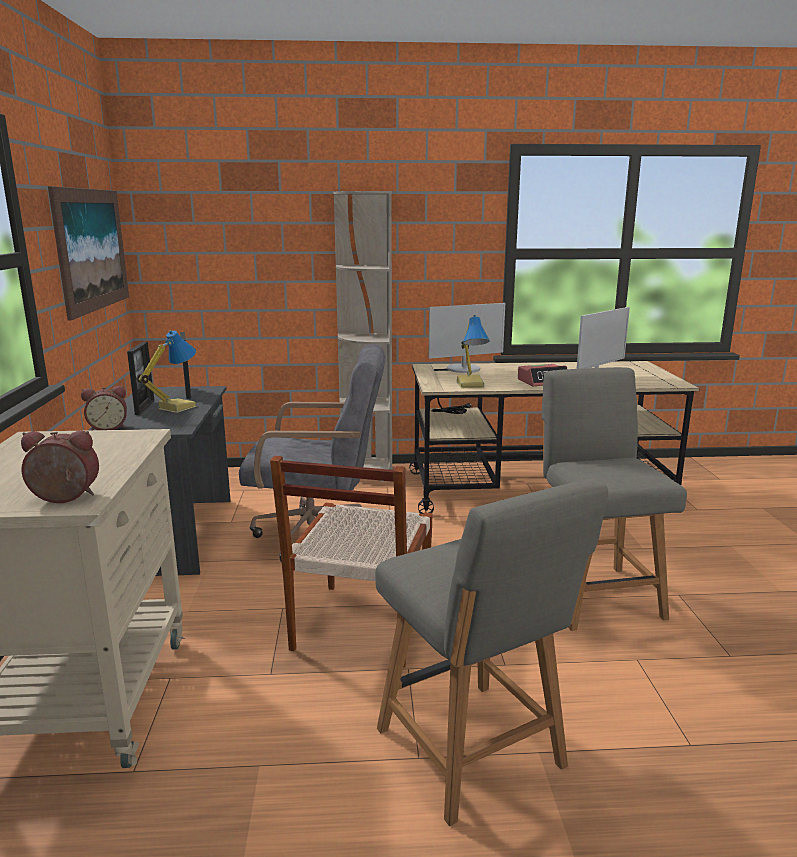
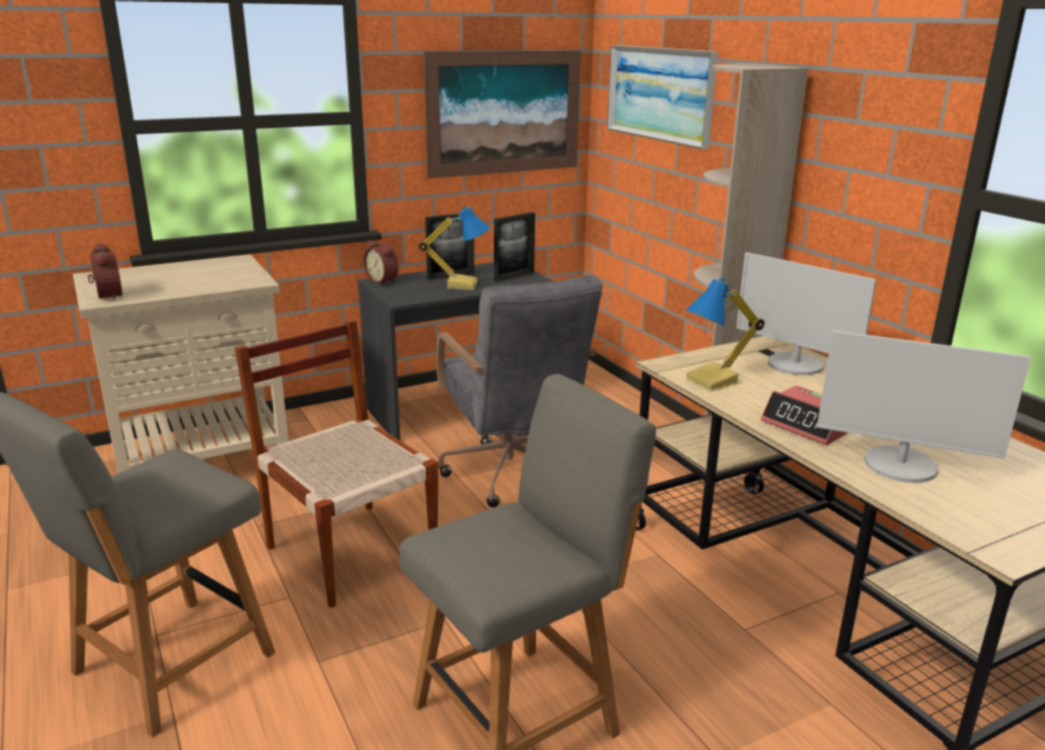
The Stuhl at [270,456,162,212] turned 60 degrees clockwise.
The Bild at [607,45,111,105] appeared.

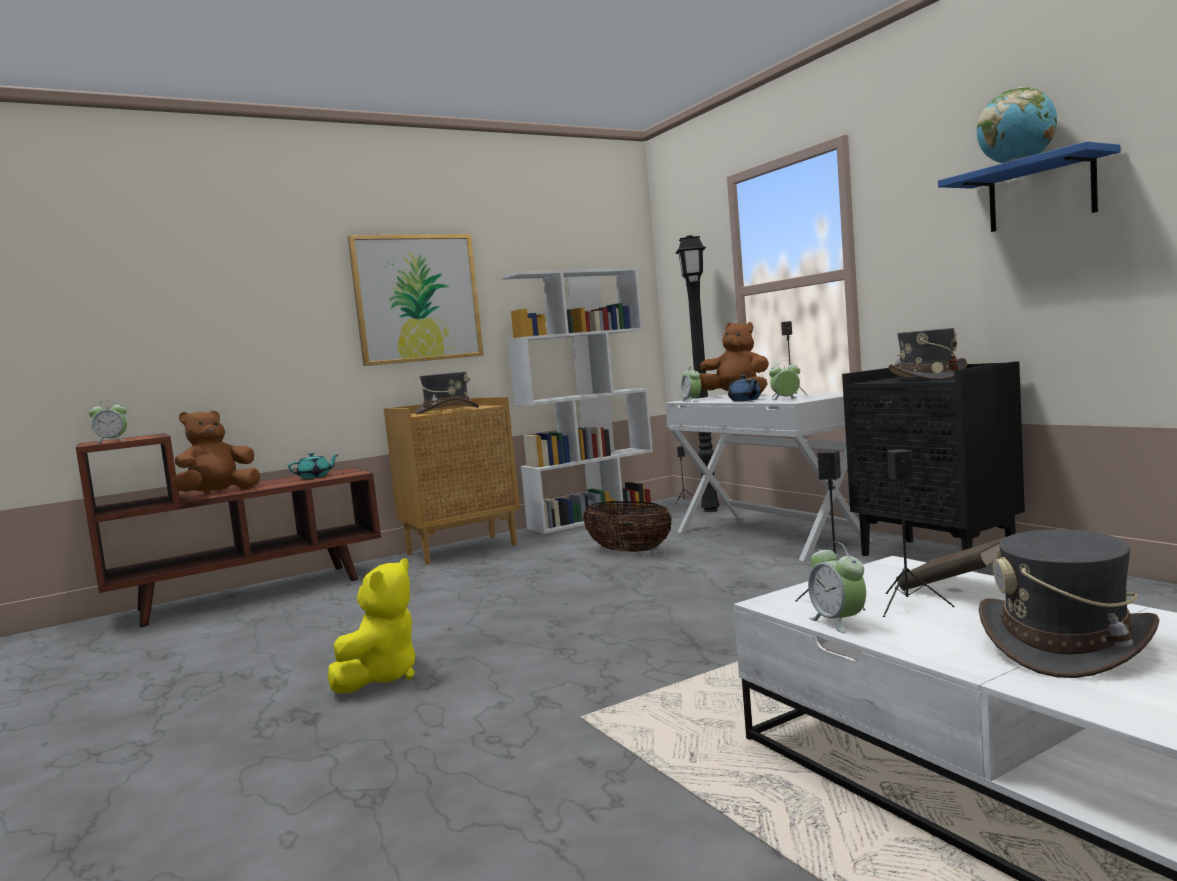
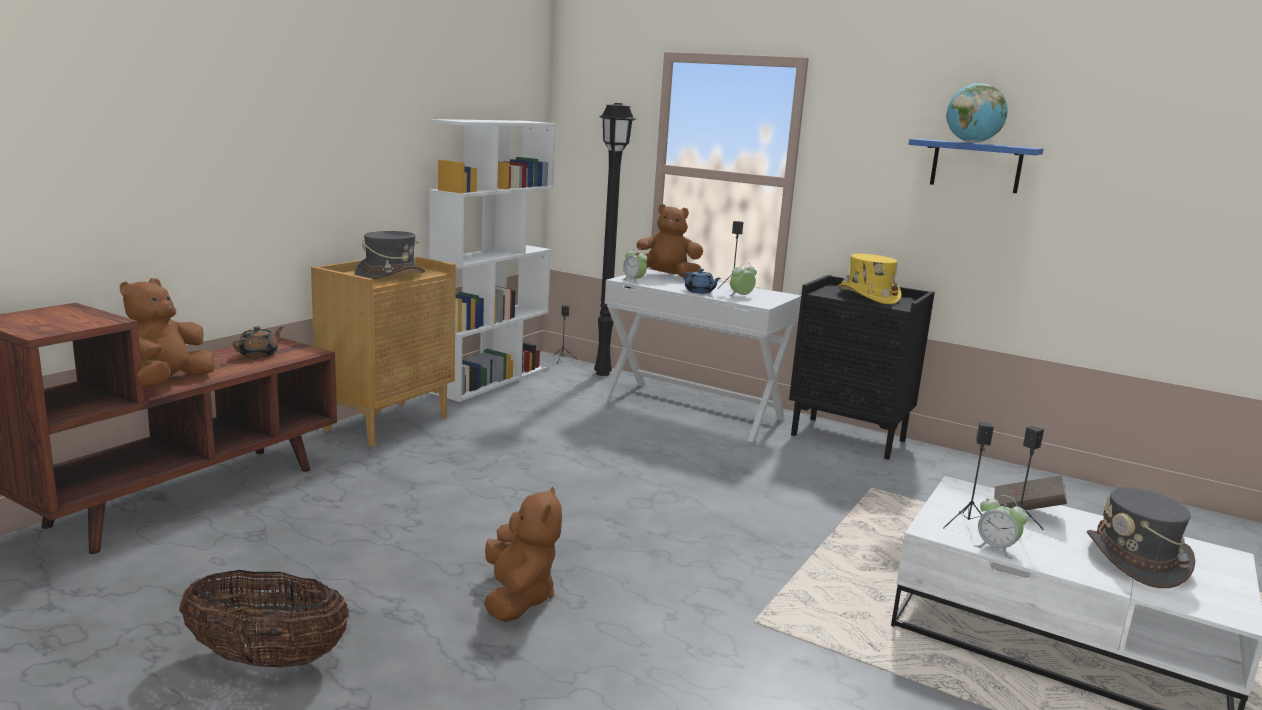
The Bild at [348,234,136,132] disappeared.
The Hut/grau at [889,328,78,52] became the Hut/gelb at [838,254,63,50].
The Wecker at [89,400,38,44] disappeared.
The Teekanne/türkis at [288,453,51,26] became the Teekanne/braun at [233,326,51,32].
The Korb moved from [583,501,89,51] to [179,570,170,98].
The Plüschtier/gelb at [328,558,87,135] became the Plüschtier/braun at [484,486,78,136].

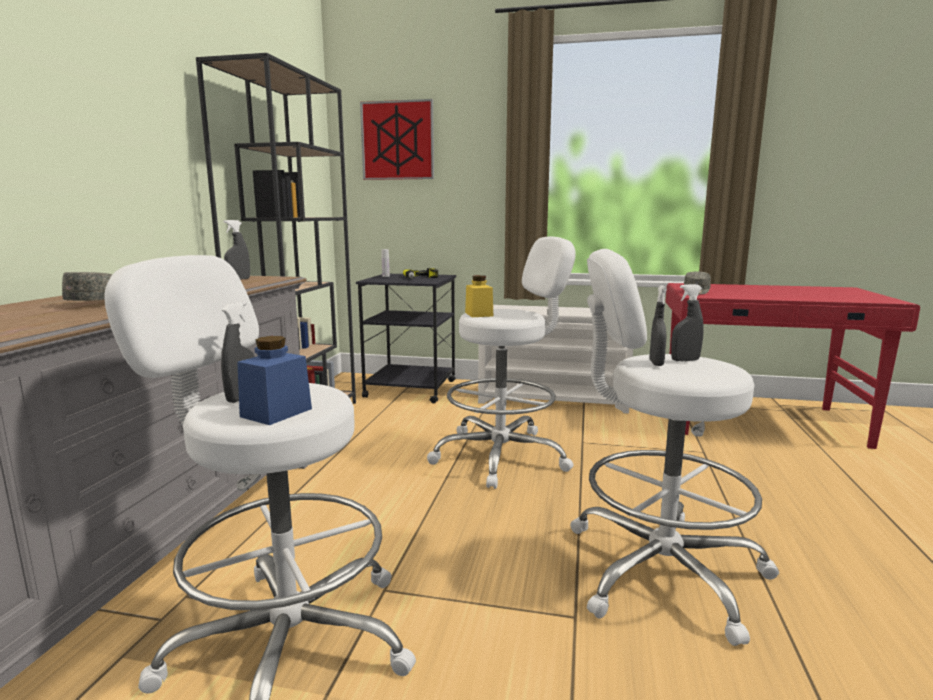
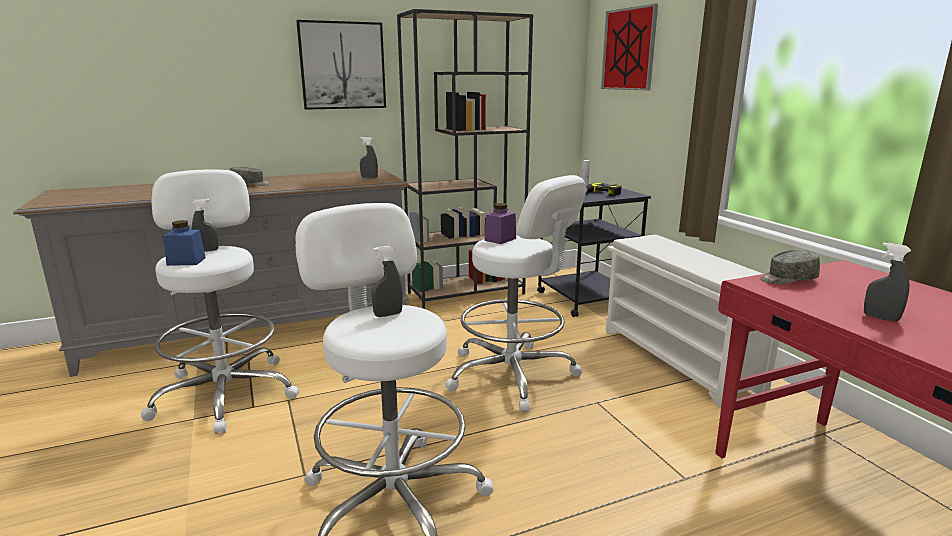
The Vorratsglas/gelb at [465,275,28,42] became the Vorratsglas/lila at [485,203,31,41].
The Sprühflasche/grau moved from [671,284,33,77] to [864,243,47,79].
The Bild at [296,20,90,90] appeared.

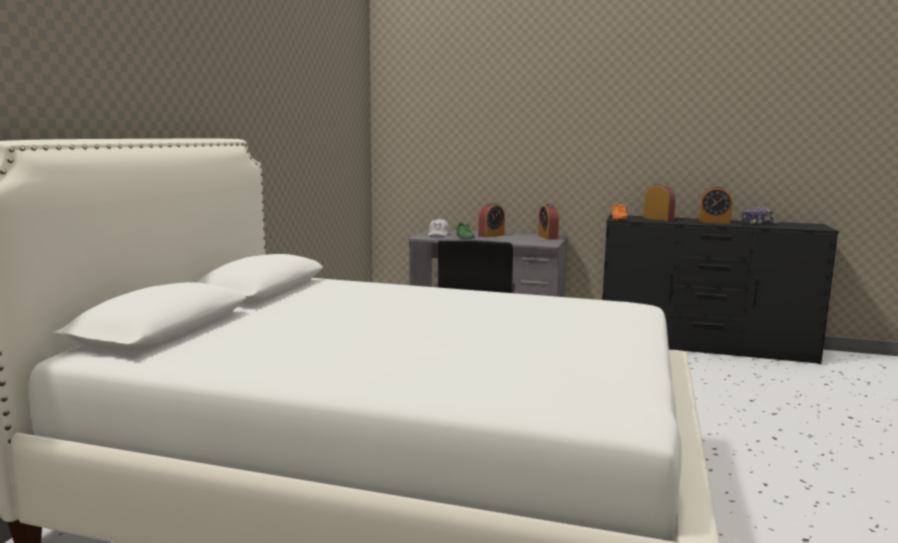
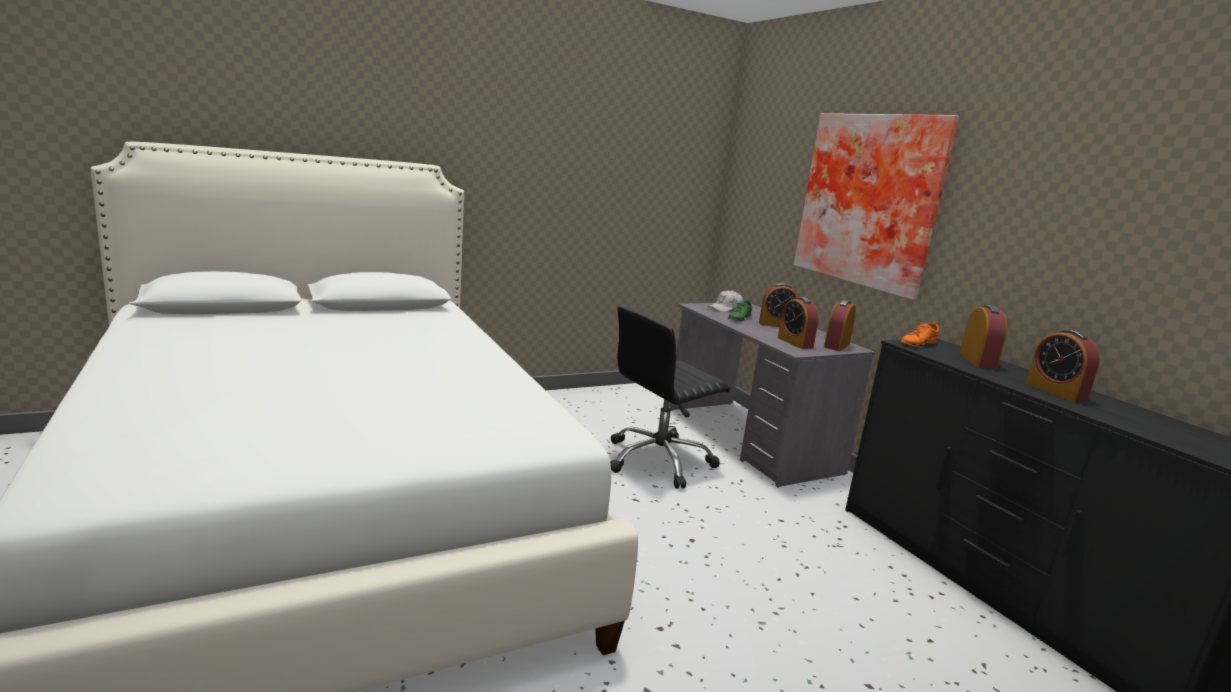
The Kappe at [741,207,39,19] disappeared.
The Bild at [794,113,165,187] appeared.
The Wecker at [778,297,41,52] appeared.

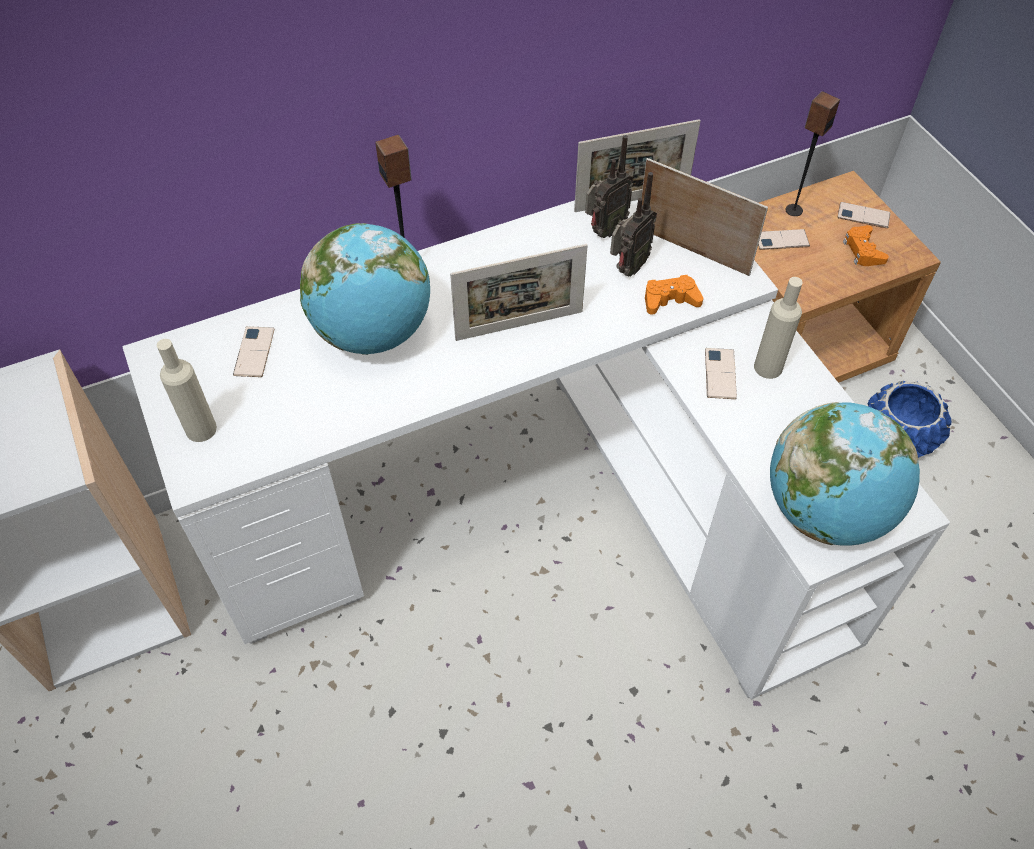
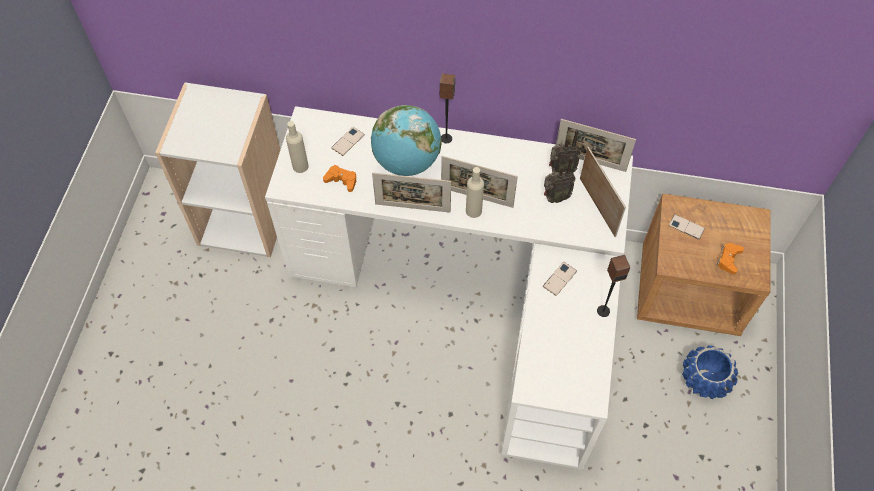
The Lautsprecher moved from [785,91,55,125] to [597,255,33,62].
The Handy at [837,202,53,26] disappeared.
The Gamepad/orange moved from [645,275,58,40] to [323,165,33,27].
The Flasche/beige moved from [754,277,49,102] to [466,167,18,51].
The Globus at [770,402,150,144] disappeared.
The Bilderrahmen at [372,173,79,40] appeared.

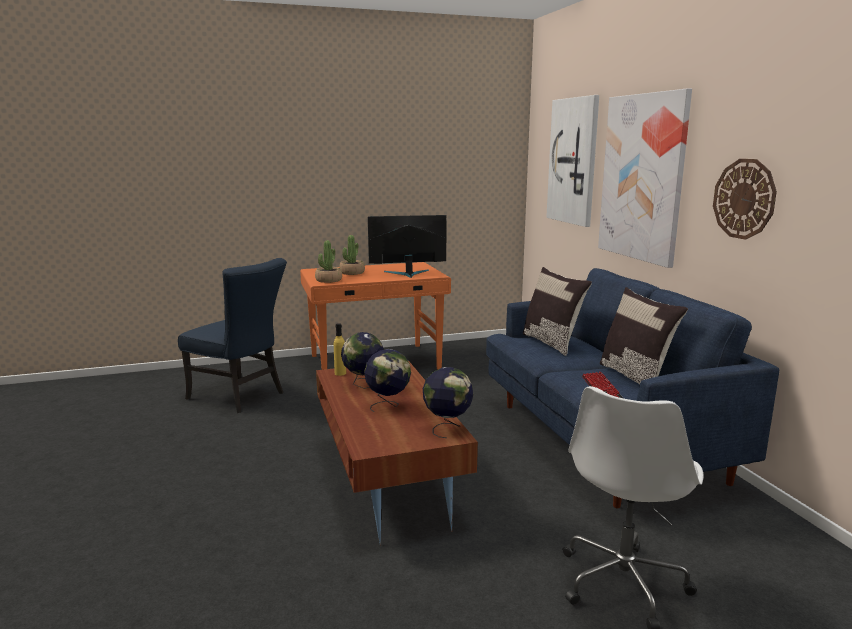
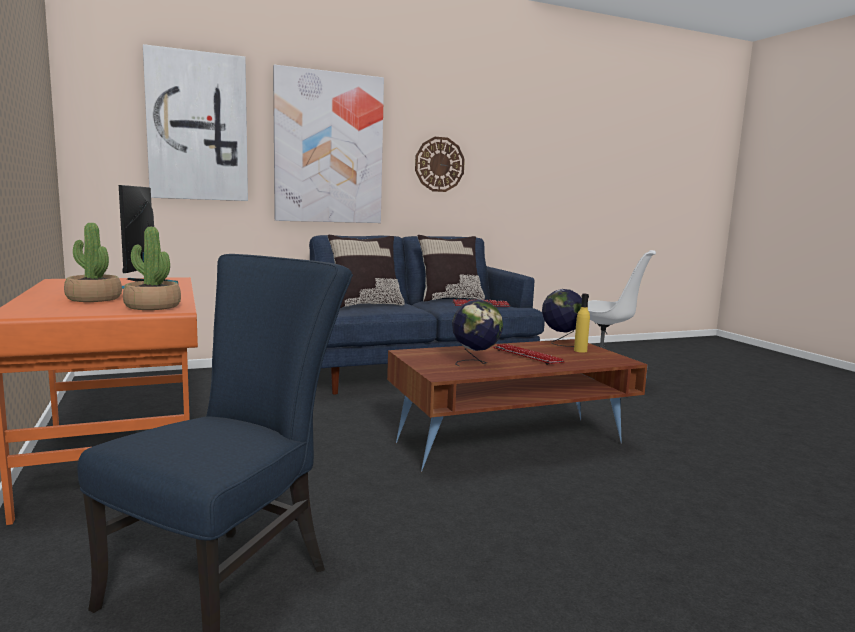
The Flasche/gelb moved from [334,323,12,53] to [574,294,16,59].
The Globus at [364,349,47,63] was replaced by the Tastatur at [493,344,72,21].

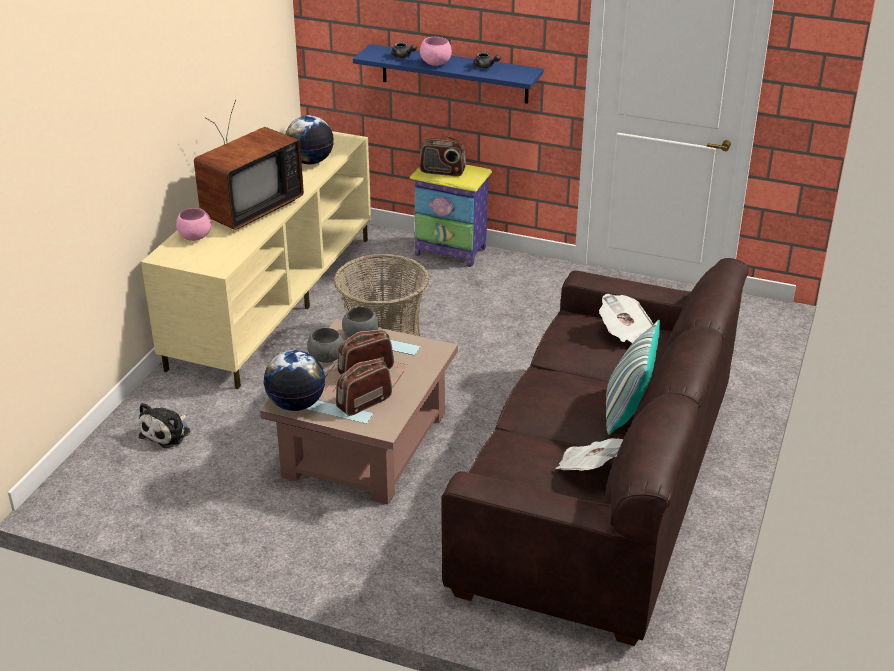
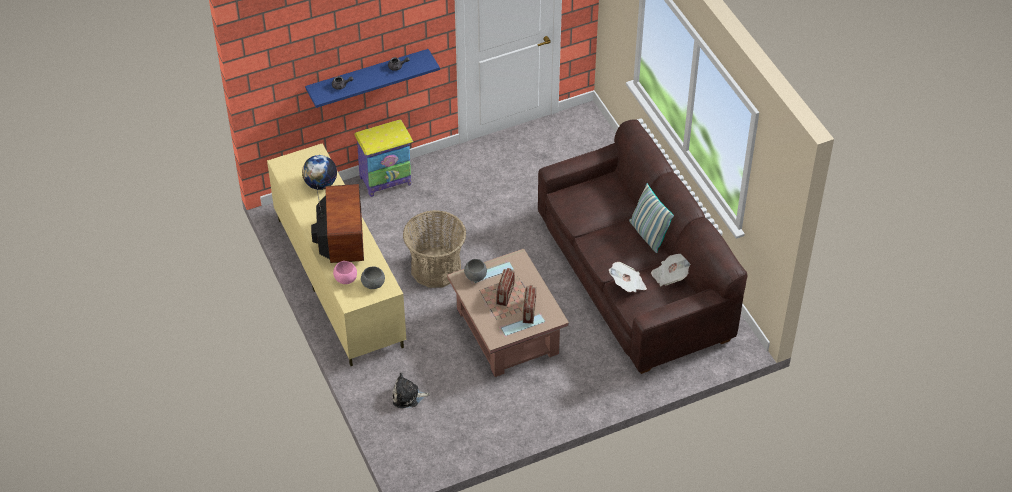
The Schüssel/rosa at [420,37,32,29] disappeared.
The Radio at [420,136,46,40] disappeared.
The Zeitung moved from [599,294,54,49] to [609,262,38,31].
The Schüssel/grau moved from [307,328,37,35] to [361,266,24,23].
The Globus at [264,350,61,61] disappeared.
The Plüschtier at [139,403,51,45] turned 105 degrees clockwise.

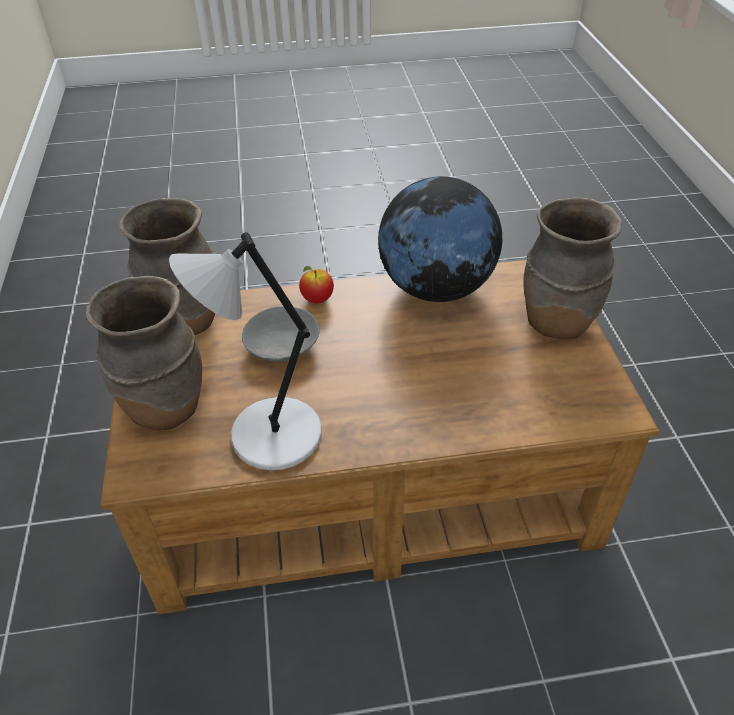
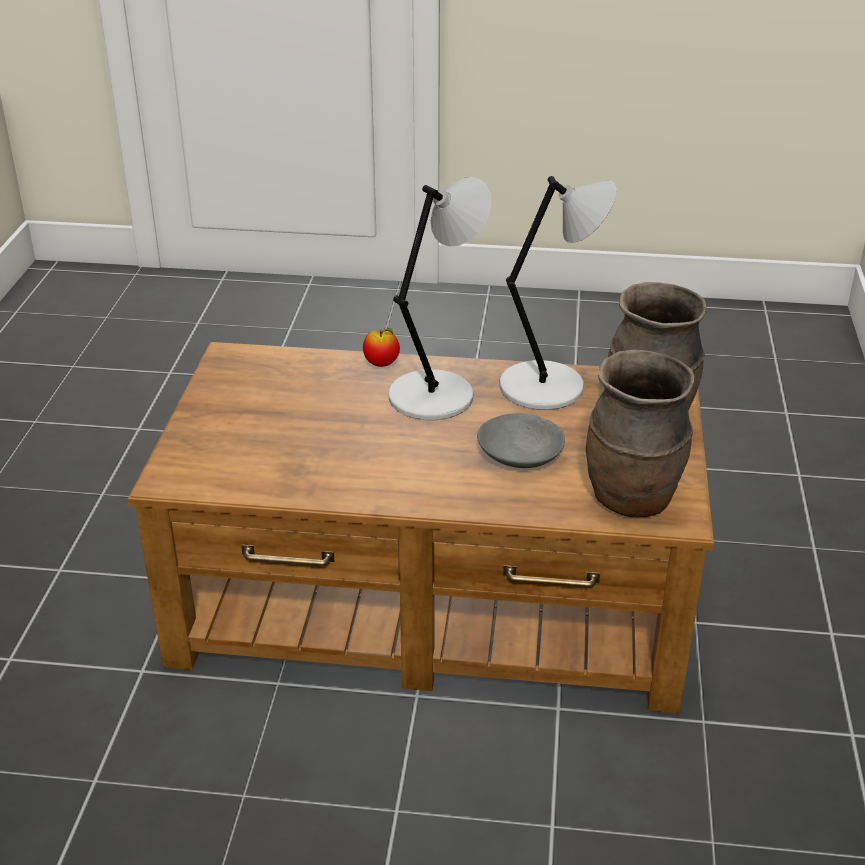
The Globus at [378,176,124,126] disappeared.
The Vase/braun at [523,197,99,142] disappeared.
The Apfel moved from [299,266,35,37] to [363,328,37,39].
The Tischlampe/grau at [388,177,103,243] appeared.

